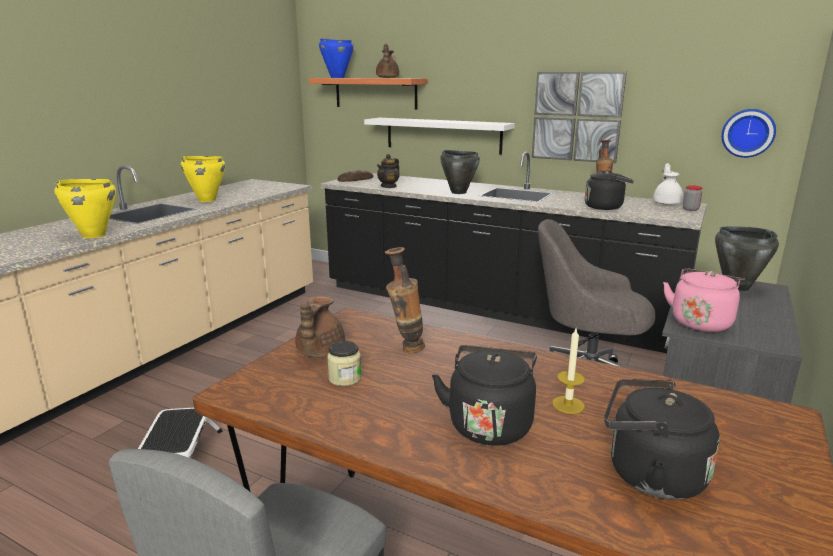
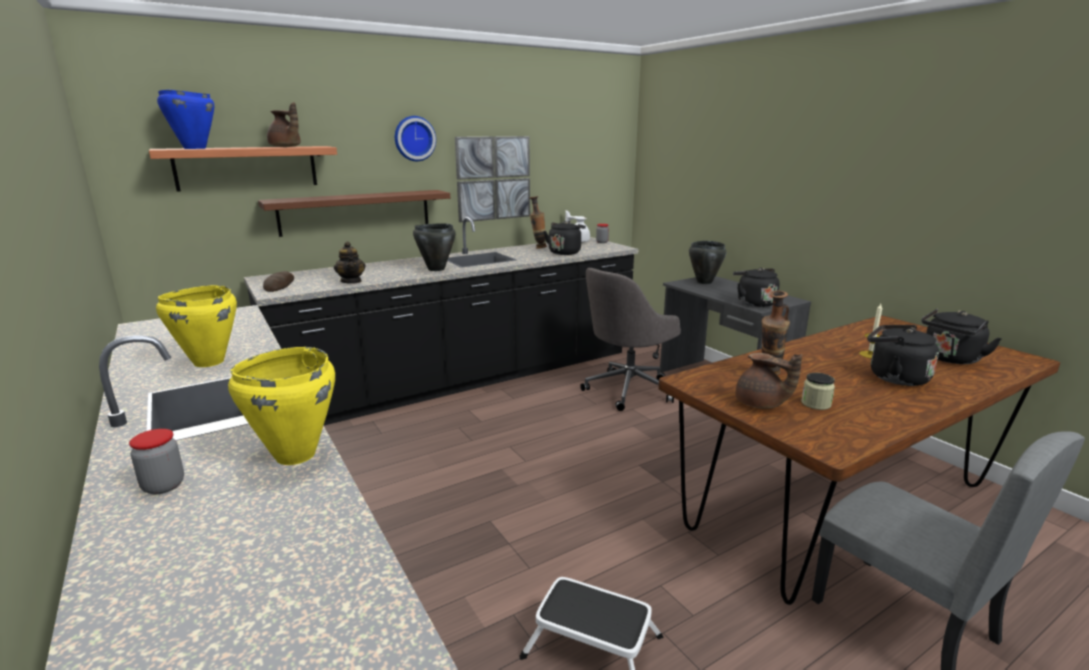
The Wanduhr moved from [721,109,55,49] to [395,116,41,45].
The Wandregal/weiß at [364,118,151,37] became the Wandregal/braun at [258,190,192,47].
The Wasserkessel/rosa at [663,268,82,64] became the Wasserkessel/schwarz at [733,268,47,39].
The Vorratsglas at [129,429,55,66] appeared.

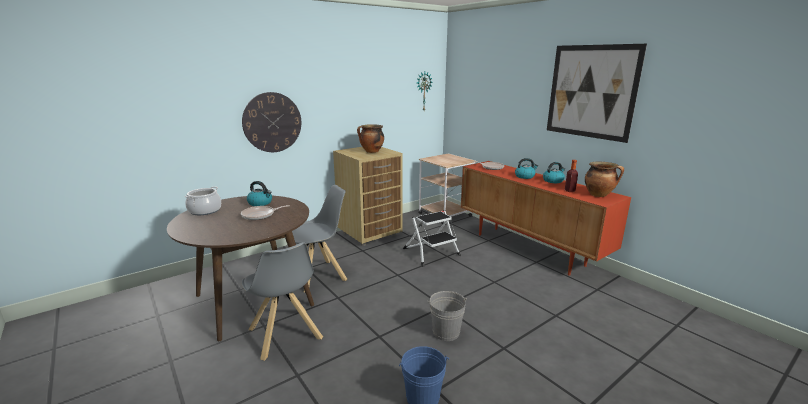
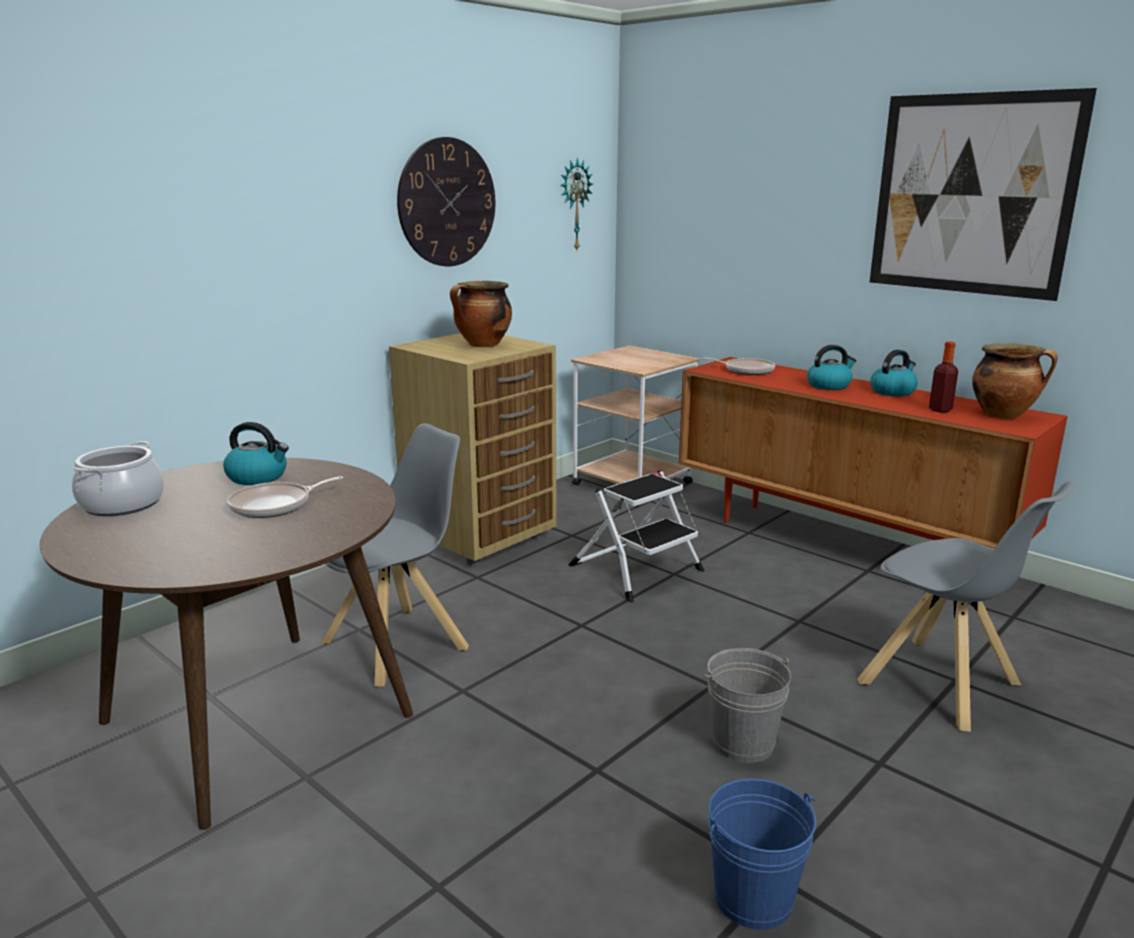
The Wanduhr moved from [242,92,59,60] to [397,137,98,129].
The Stuhl/grau moved from [241,242,82,119] to [858,481,217,251].

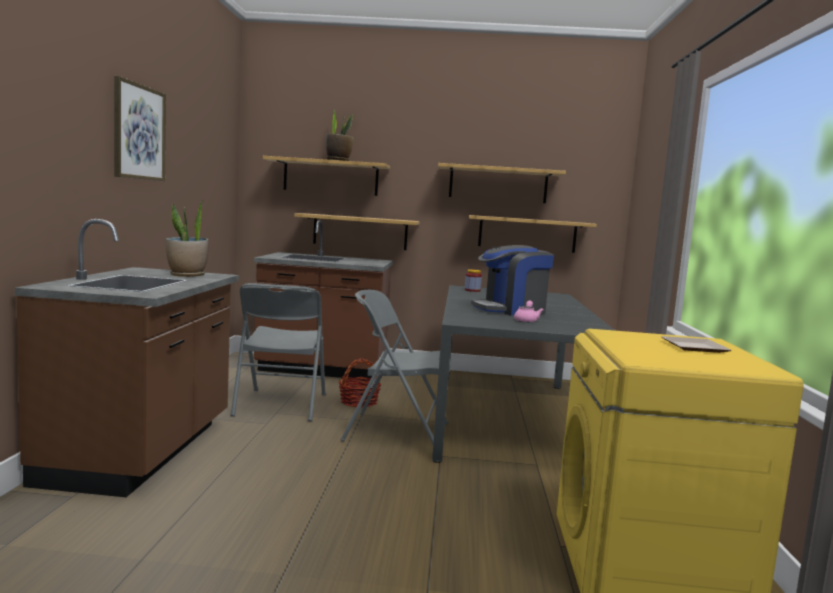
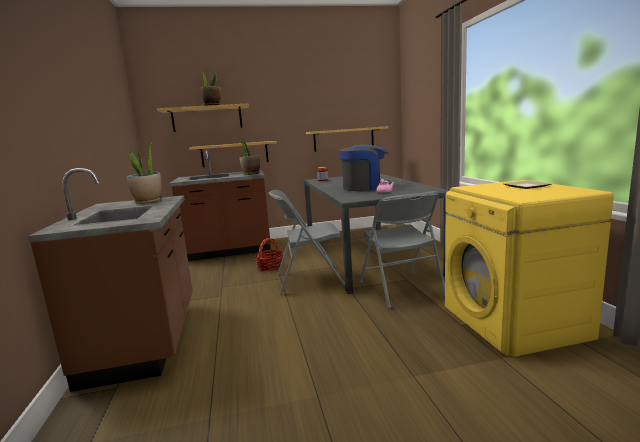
The Bild at [114,76,52,105] disappeared.
The Wandregal at [438,163,128,40] disappeared.
The Kaffeemaschine at [471,245,83,71] turned 150 degrees counterclockwise.
The Stuhl/grau moved from [230,283,96,139] to [359,191,86,118].
The Topfpflanze at [239,137,21,38] appeared.

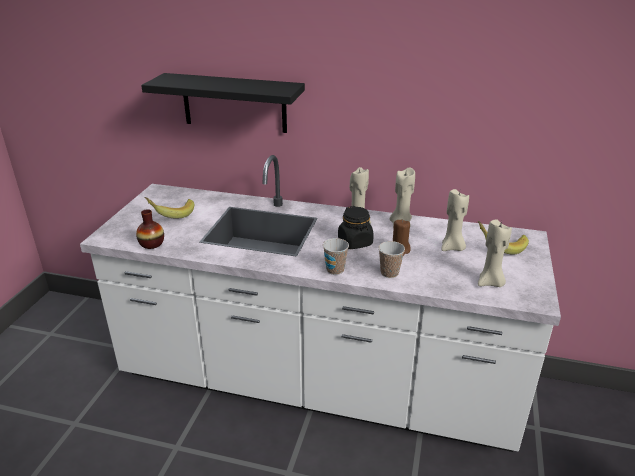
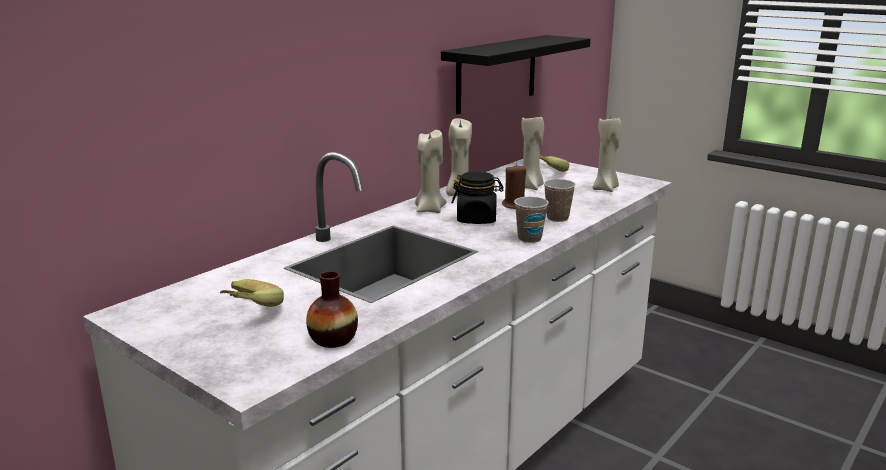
The Wandregal/schwarz moved from [141,73,164,60] to [441,35,149,79].

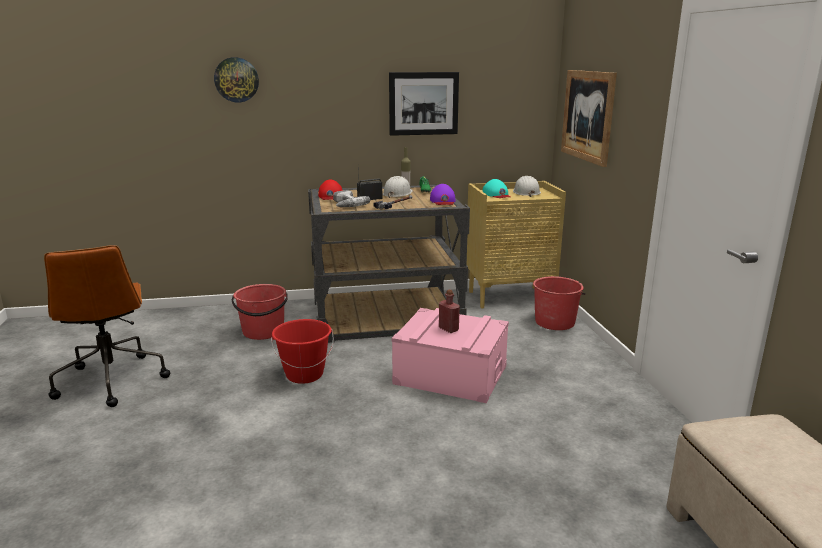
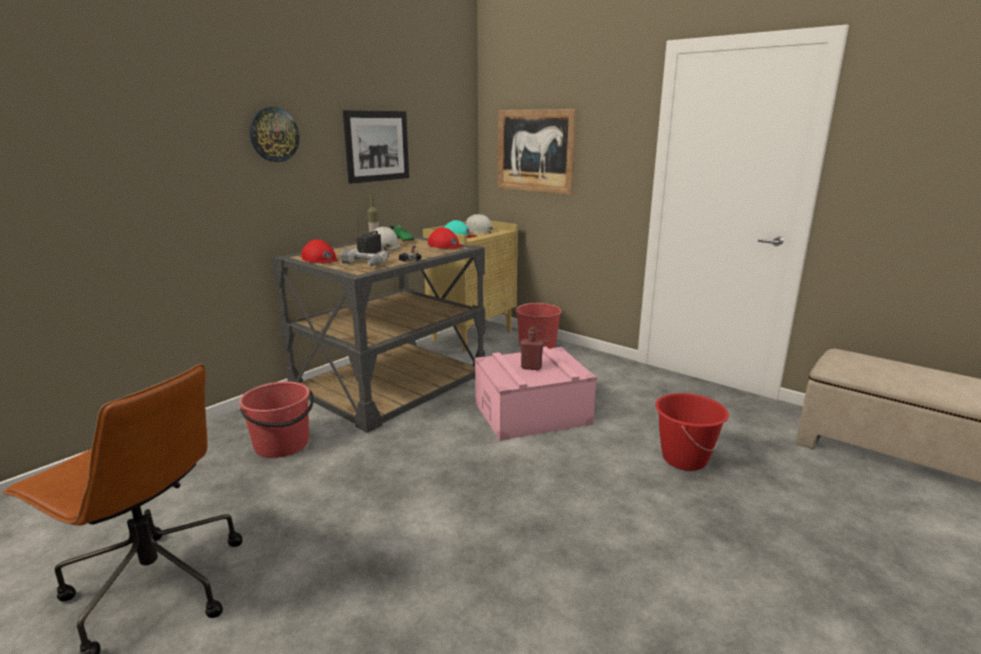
The Wanduhr moved from [214,57,45,46] to [249,107,50,55].
The Kappe/lila at [430,184,26,21] became the Kappe/rot at [428,228,36,21].
The Eimer/rot moved from [271,319,63,65] to [655,393,74,78].

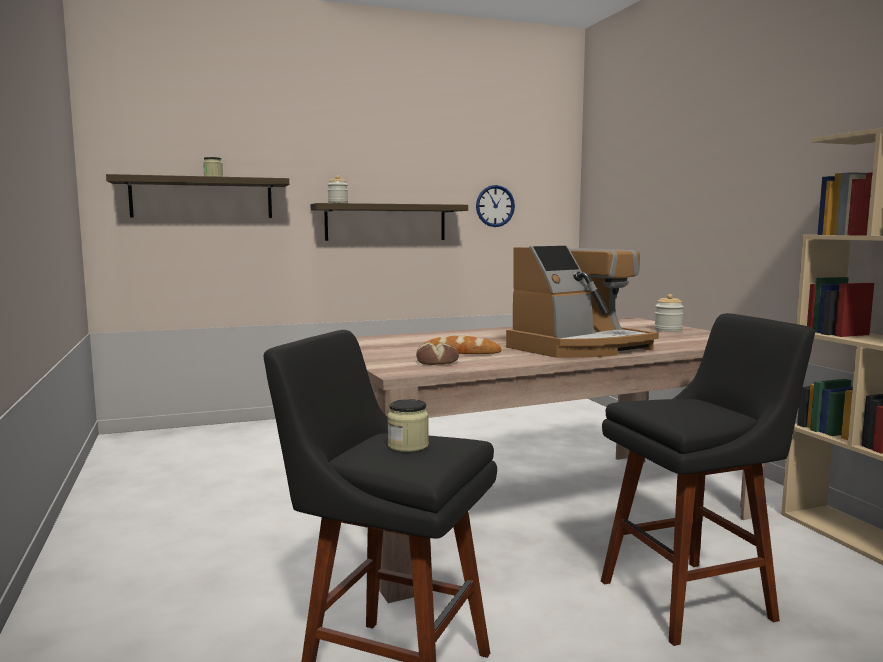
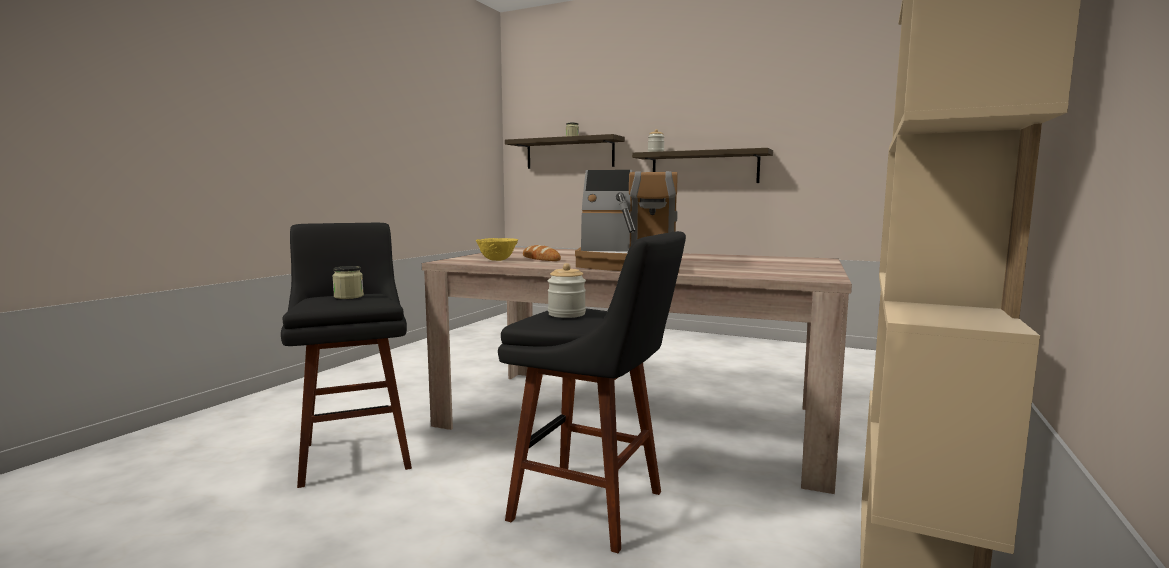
The Wanduhr at [476,185,39,42] disappeared.
The Vorratsglas moved from [654,294,30,38] to [548,263,38,55].
The Brot at [416,342,43,23] was replaced by the Schüssel/gelb at [476,238,42,23].

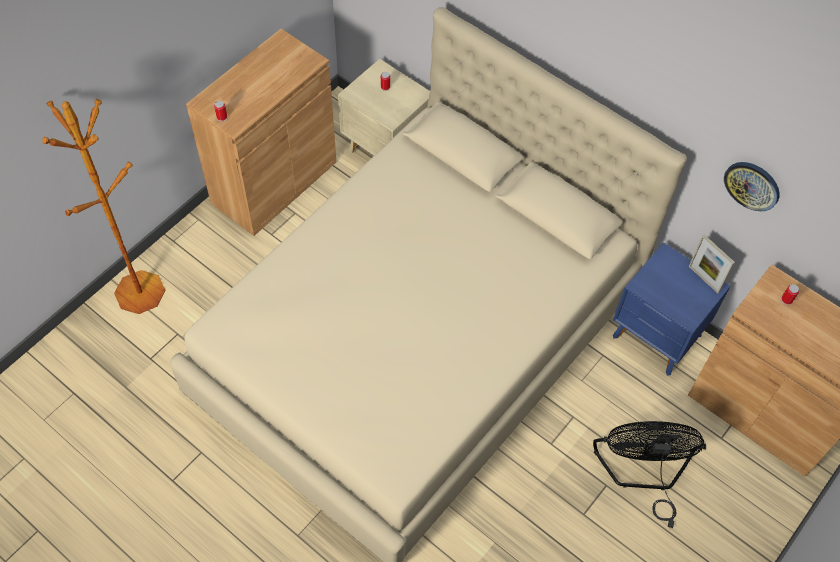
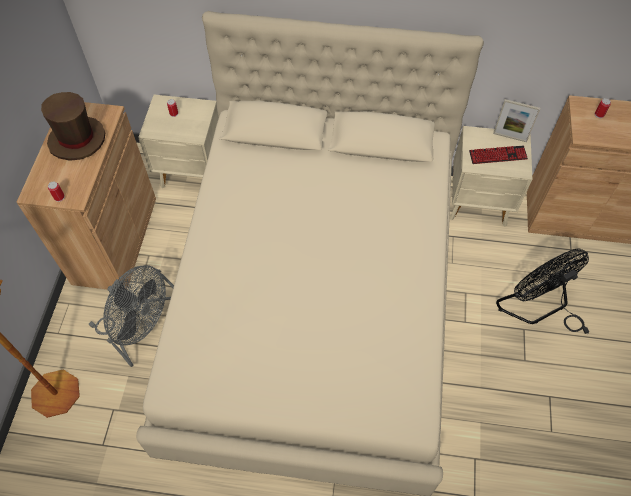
The Wanduhr at [724,162,56,49] disappeared.
The Nachttisch/blau at [613,242,118,133] became the Nachttisch/beige at [450,126,82,100].
The Hut/braun at [41,92,64,69] appeared.
The Tastatur at [469,146,59,18] appeared.
The Ventilator/grau at [89,265,85,102] appeared.

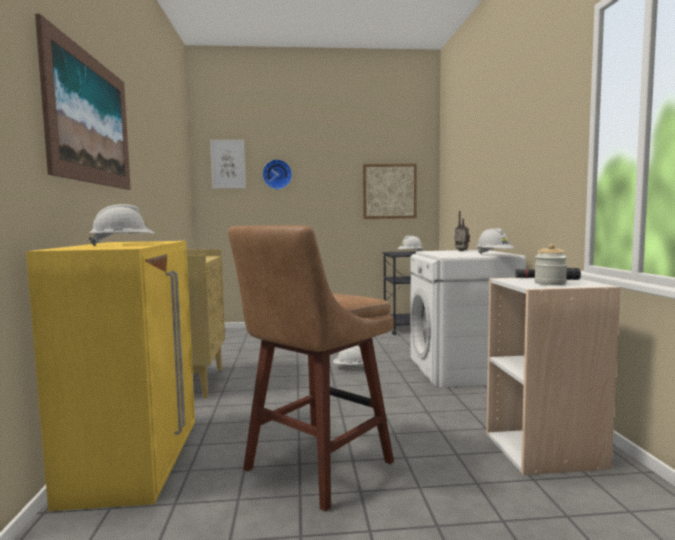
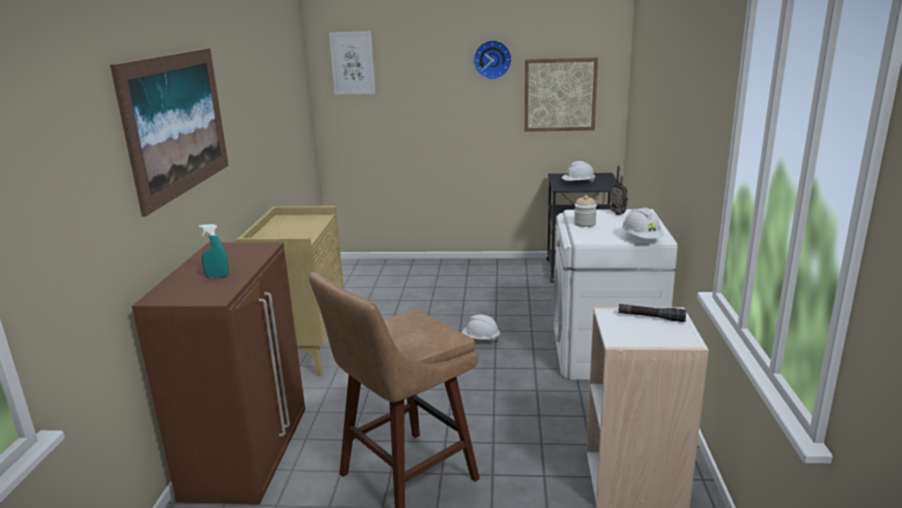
The Wanduhr moved from [262,159,30,31] to [473,40,39,40].
The Schutzhelm/weiß at [89,204,66,42] was replaced by the Sprühflasche/türkis at [199,224,30,54].
The Schrank/gelb at [26,241,169,270] became the Schrank/braun at [132,242,173,263].
The Vorratsglas moved from [534,244,33,41] to [574,195,23,32].

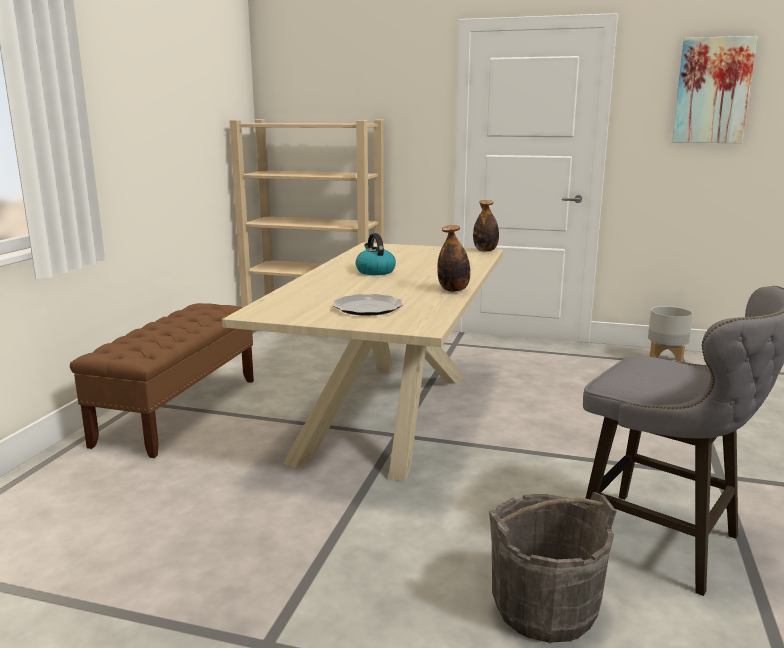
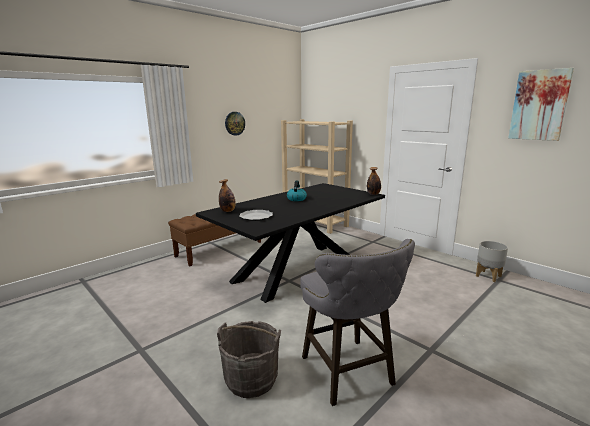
The Flasche moved from [437,225,34,67] to [219,179,17,33].
The Esstisch/beige at [222,243,281,239] became the Esstisch/schwarz at [196,183,189,120].
The Wanduhr at [225,112,20,24] appeared.

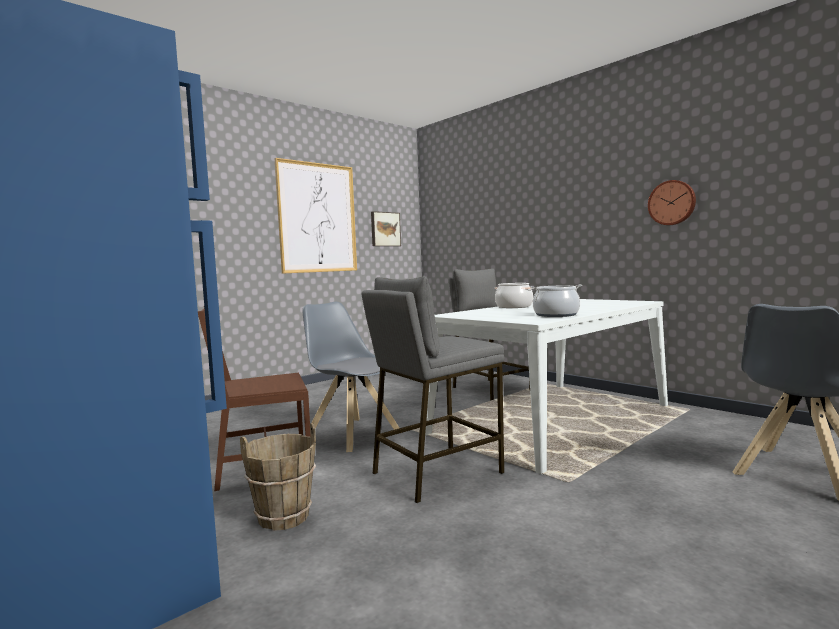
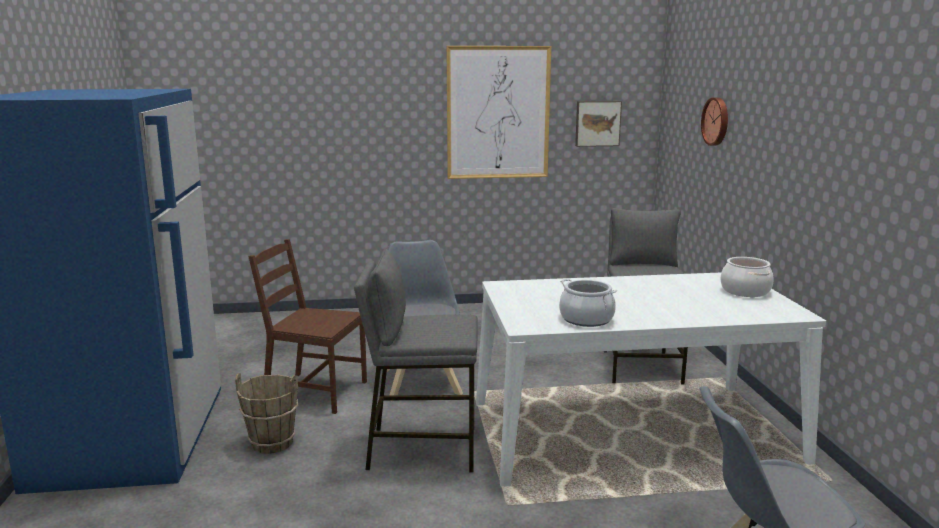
The Wanduhr moved from [648,180,48,45] to [701,97,27,49].
The Kochtopf moved from [495,283,38,25] to [721,257,53,40].

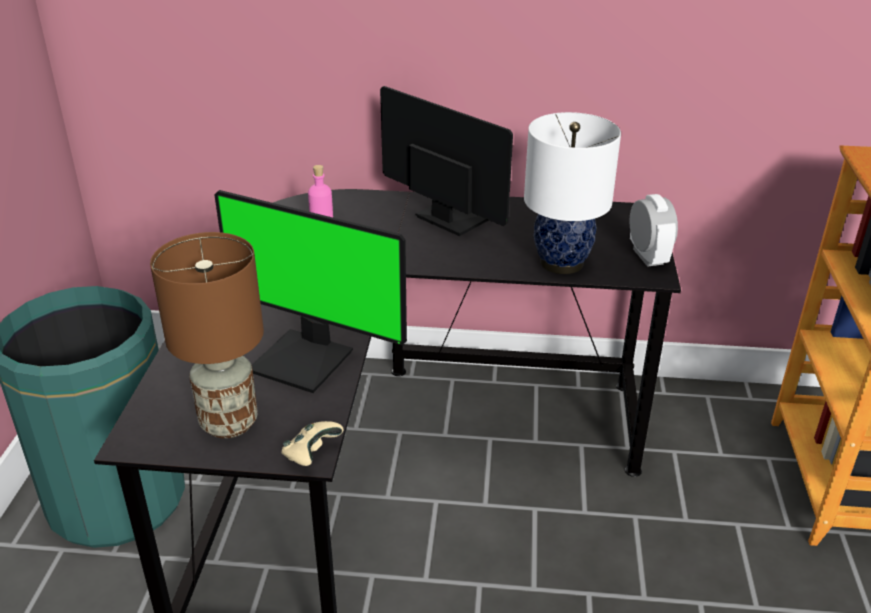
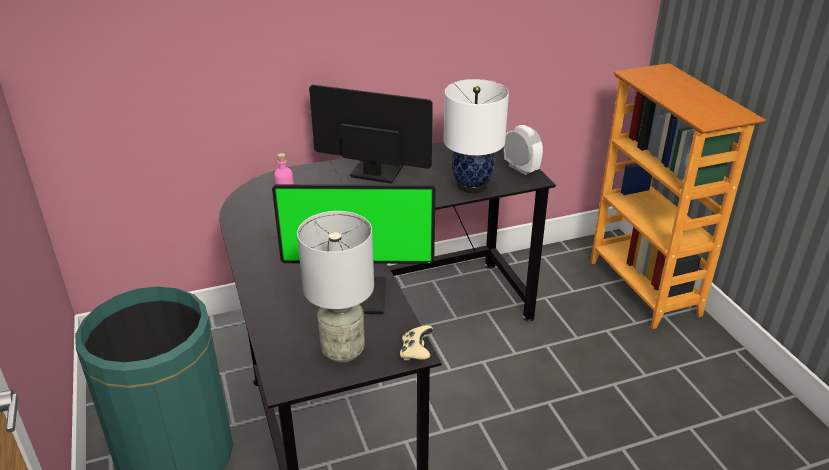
The Tischlampe/braun at [150,232,114,207] became the Tischlampe/grau at [297,211,77,152].

